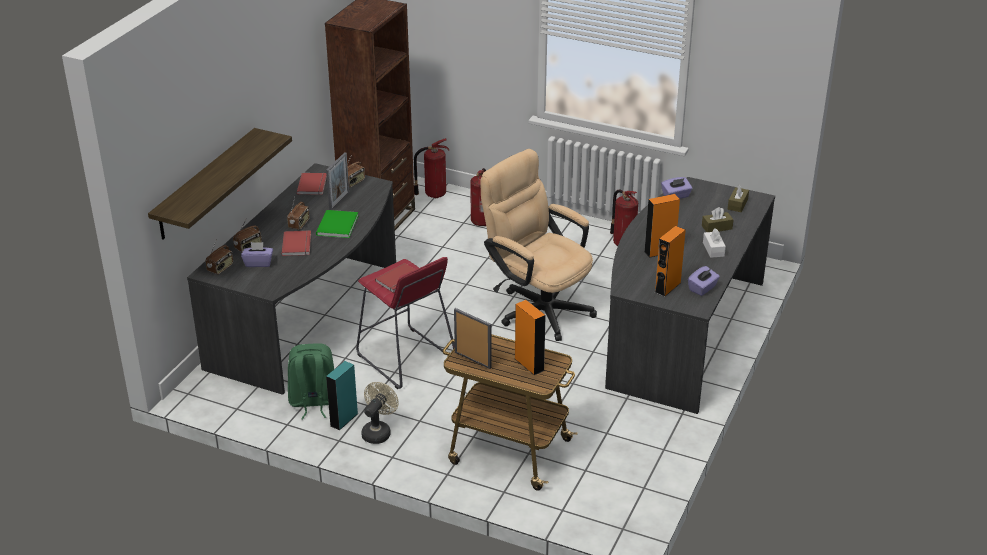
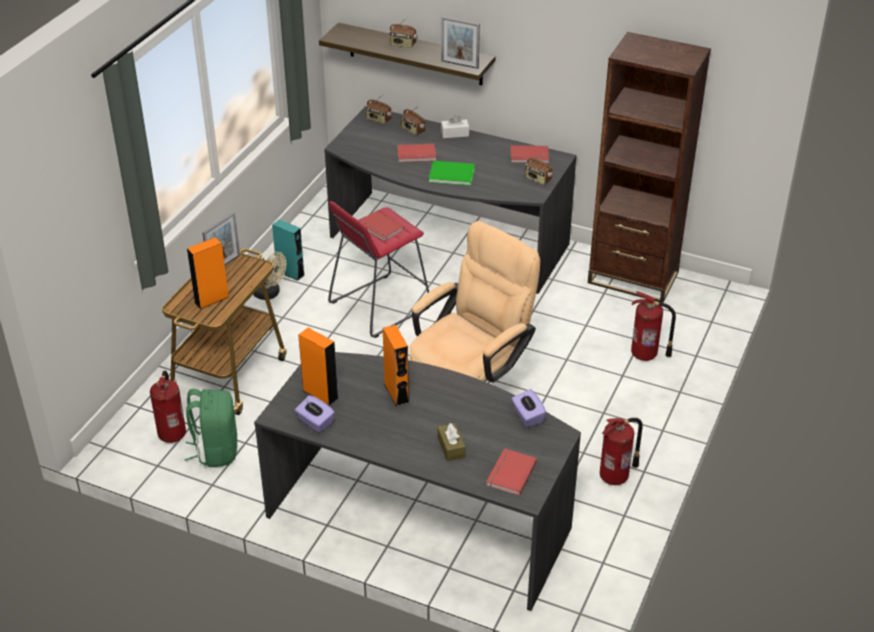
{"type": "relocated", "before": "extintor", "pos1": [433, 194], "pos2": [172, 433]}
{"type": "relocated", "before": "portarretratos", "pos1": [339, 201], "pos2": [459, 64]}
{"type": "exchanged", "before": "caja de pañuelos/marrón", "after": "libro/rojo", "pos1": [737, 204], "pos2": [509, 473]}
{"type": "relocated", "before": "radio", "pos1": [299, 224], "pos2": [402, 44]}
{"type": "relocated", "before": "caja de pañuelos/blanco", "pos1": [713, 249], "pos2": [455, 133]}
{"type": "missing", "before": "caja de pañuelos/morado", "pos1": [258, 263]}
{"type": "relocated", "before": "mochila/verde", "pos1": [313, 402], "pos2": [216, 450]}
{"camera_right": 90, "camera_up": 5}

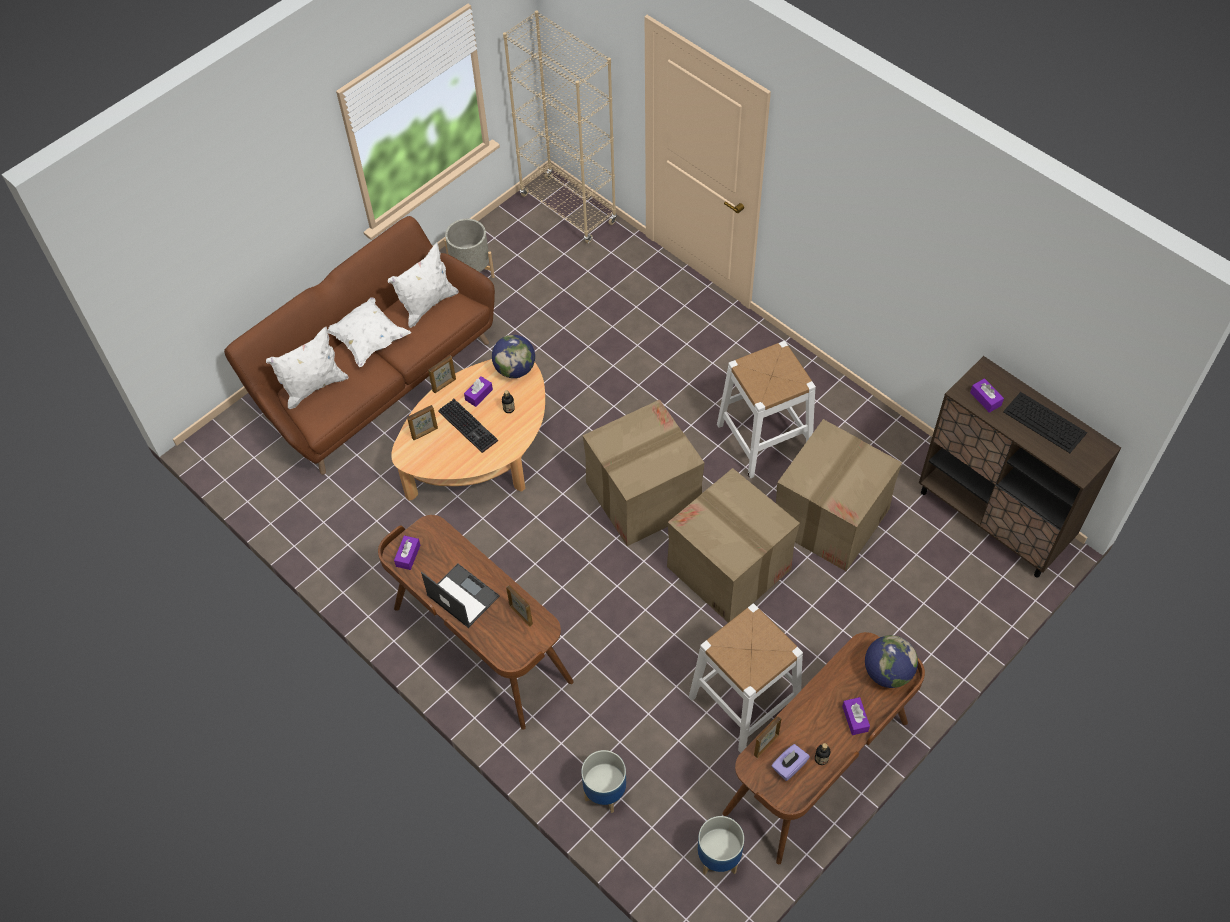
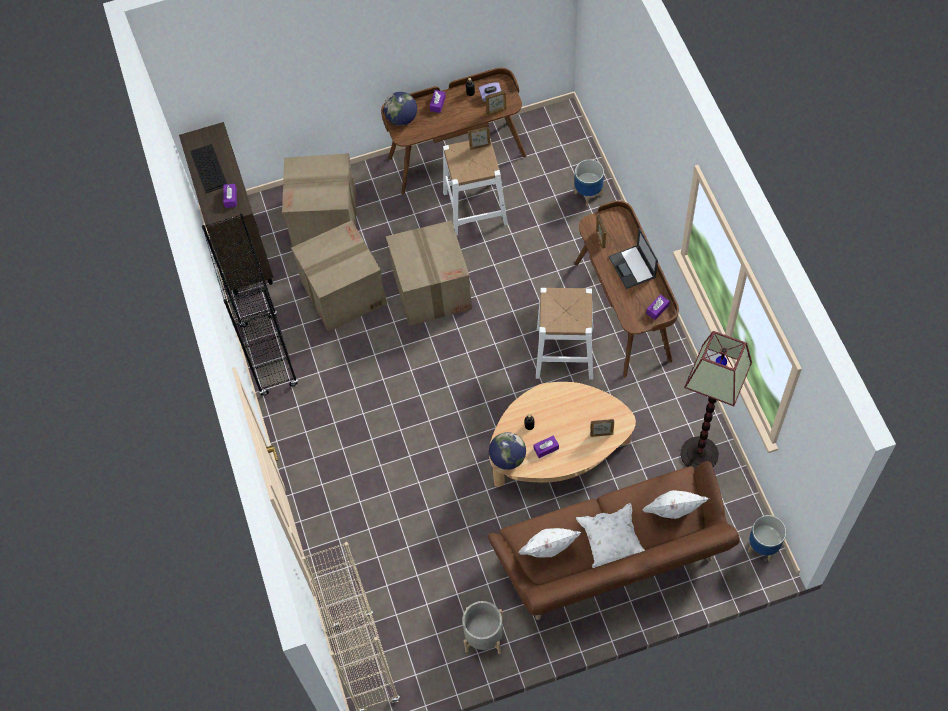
{"type": "relocated", "before": "taburete/blanco", "pos1": [764, 438], "pos2": [564, 353]}
{"type": "relocated", "before": "portarretratos", "pos1": [444, 385], "pos2": [480, 146]}
{"type": "missing", "before": "teclado", "pos1": [470, 426]}
{"type": "relocated", "before": "caja de cartón", "pos1": [642, 496], "pos2": [325, 219]}
{"type": "relocated", "before": "maceta", "pos1": [718, 857], "pos2": [762, 547]}
{"type": "appeared", "after": "estantería/negro", "pos2": [268, 355]}
{"type": "appeared", "after": "lámpara de pie", "pos2": [699, 454]}
{"camera_right": -150, "camera_up": 5}

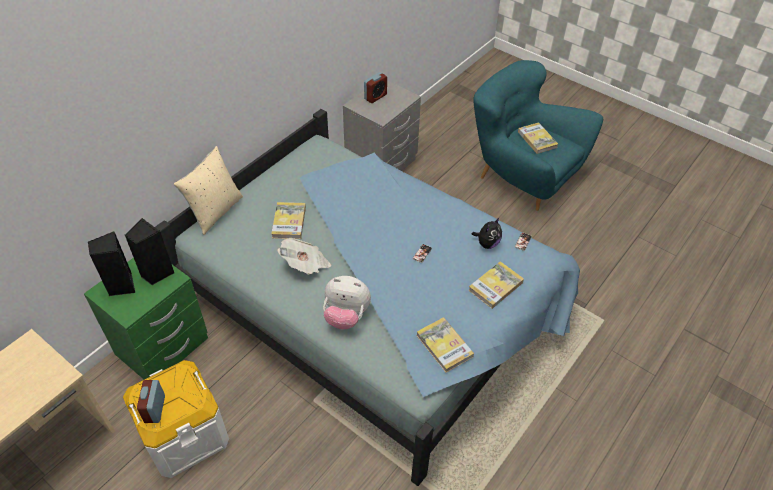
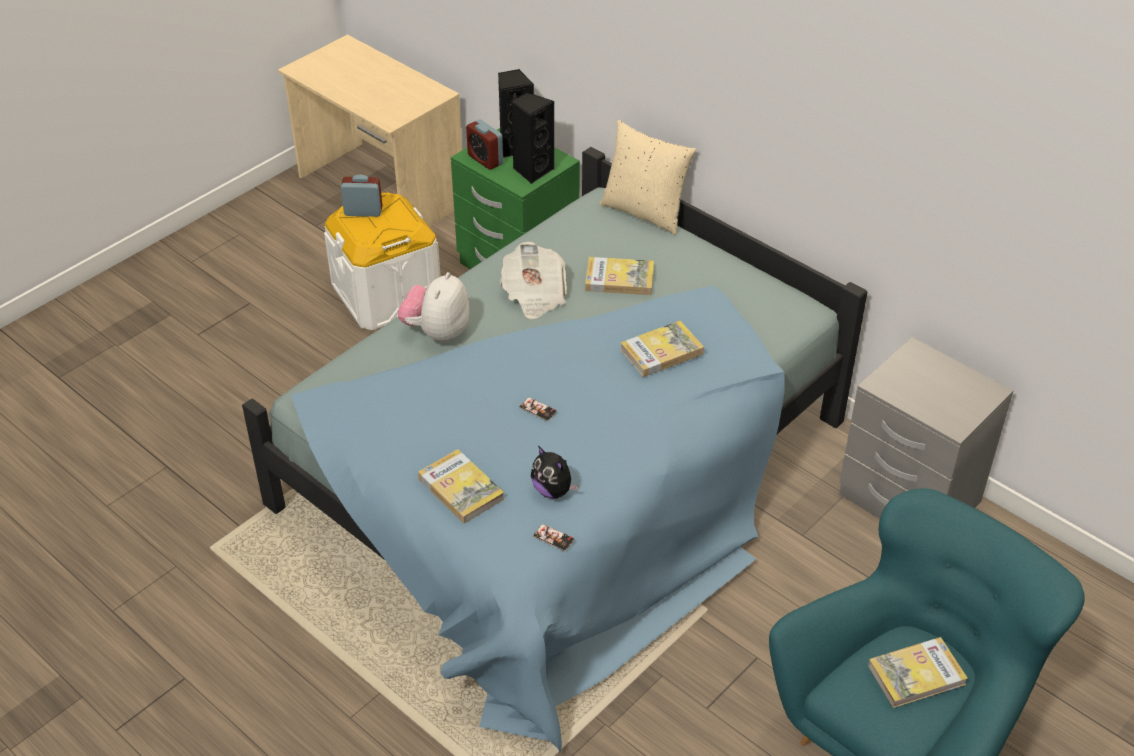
{"type": "relocated", "before": "despertador", "pos1": [375, 97], "pos2": [485, 159]}
{"type": "relocated", "before": "libro", "pos1": [444, 346], "pos2": [661, 351]}
{"camera_right": 95, "camera_up": -5}

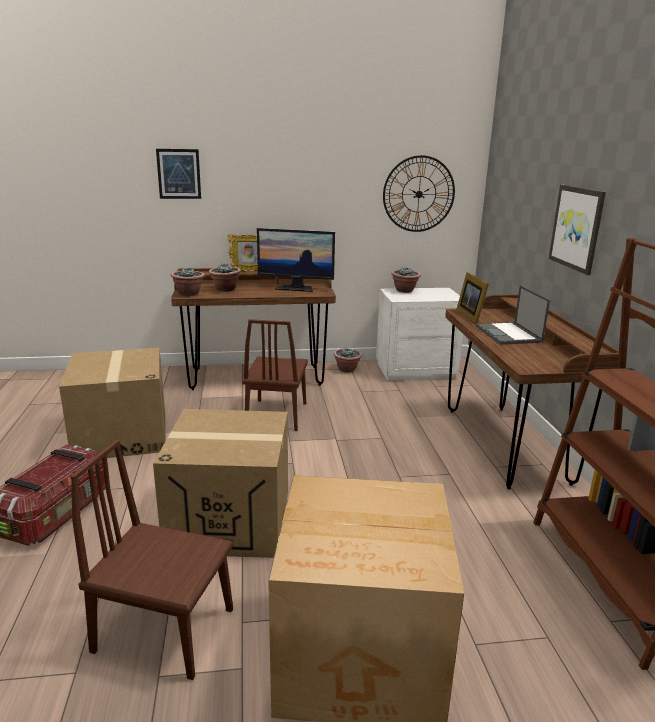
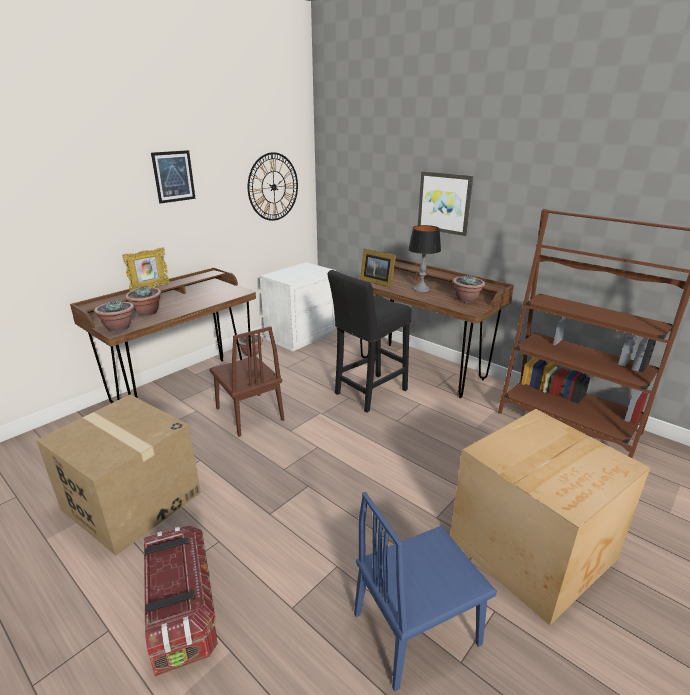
{"type": "relocated", "before": "cuadro", "pos1": [179, 174], "pos2": [173, 176]}
{"type": "missing", "before": "monitor", "pos1": [296, 288]}
{"type": "relocated", "before": "planta en maceta", "pos1": [404, 290], "pos2": [466, 299]}
{"type": "exchanged", "before": "portátil", "after": "lámpara de mesa", "pos1": [509, 334], "pos2": [421, 289]}
{"type": "missing", "before": "caja de cartón", "pos1": [230, 520]}
{"type": "colour", "before": "silla/marrón", "after": "silla/azul", "pos1": [164, 630], "pos2": [416, 628]}
{"type": "appeared", "after": "taburete/negro", "pos2": [368, 393]}
{"camera_right": -40, "camera_up": 5}

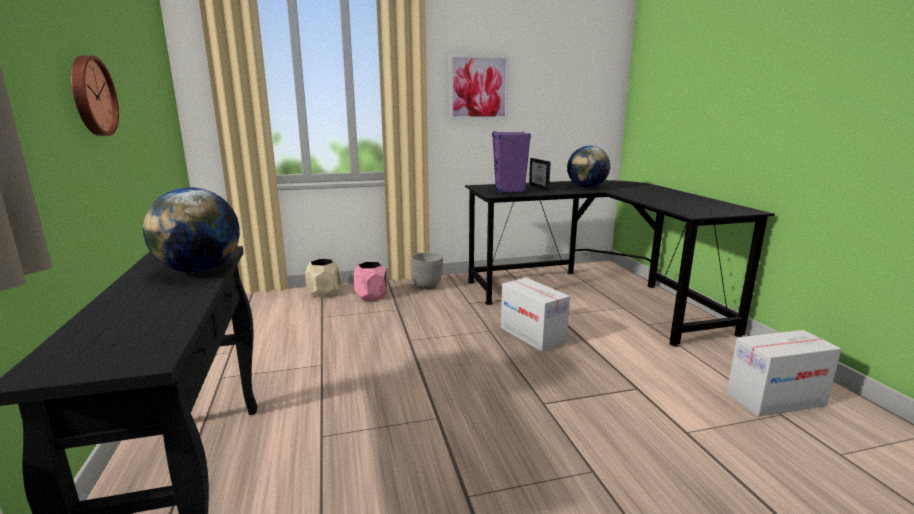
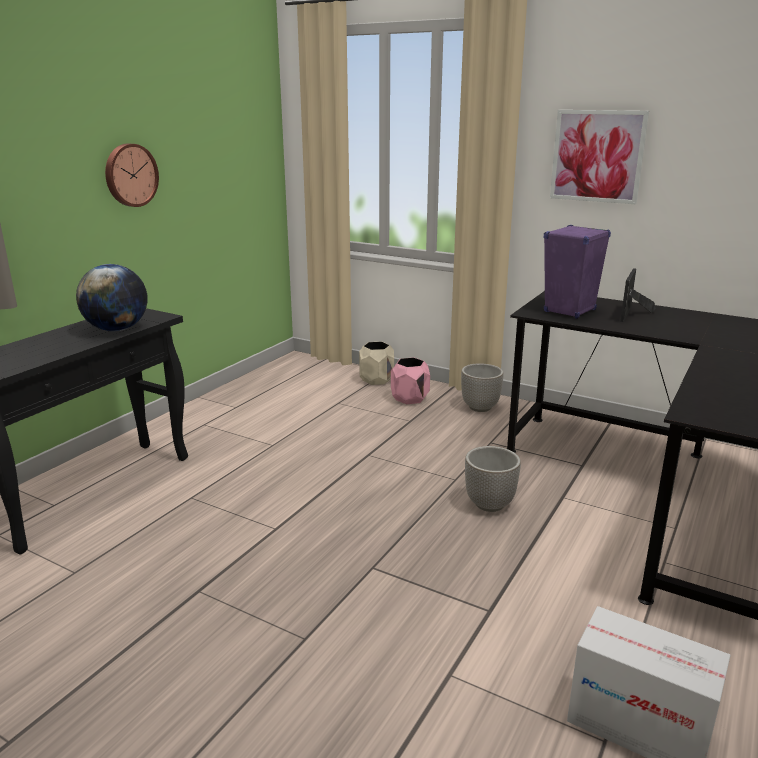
{"type": "missing", "before": "globo terráqueo", "pos1": [587, 187]}
{"type": "exchanged", "before": "caja de cartón", "after": "maceta", "pos1": [532, 335], "pos2": [490, 504]}
{"camera_right": 45, "camera_up": 5}

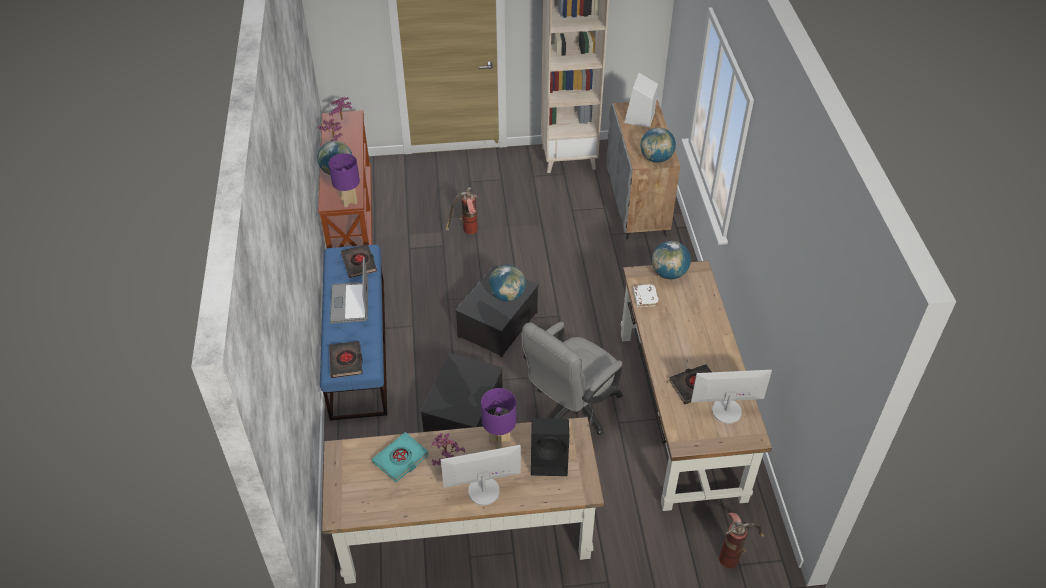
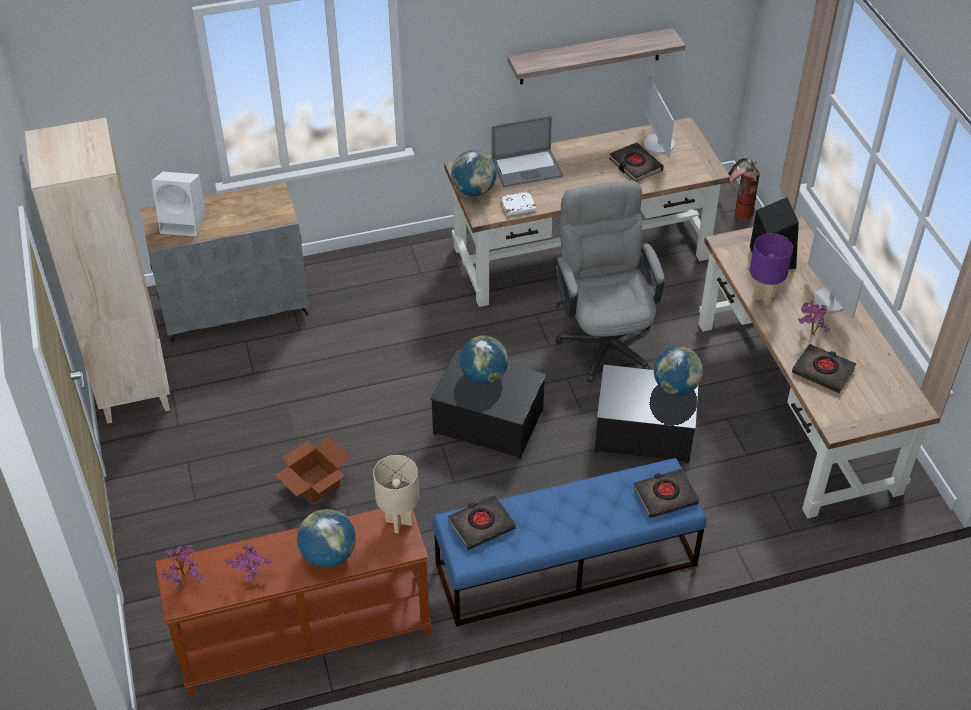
{"type": "relocated", "before": "globo terráqueo", "pos1": [656, 158], "pos2": [676, 387]}
{"type": "colour", "before": "lámpara de mesa/morado", "after": "lámpara de mesa/beis", "pos1": [349, 201], "pos2": [399, 521]}
{"type": "exchanged", "before": "extintor", "after": "caja de cartón", "pos1": [466, 232], "pos2": [314, 484]}
{"type": "relocated", "before": "portátil", "pos1": [350, 303], "pos2": [527, 169]}
{"type": "spun", "before": "silla de oficina/gris", "pos1": [571, 409], "pos2": [604, 338], "turn": -135}
{"type": "colour", "before": "libro/turquesa", "after": "libro/negro", "pos1": [401, 459], "pos2": [823, 371]}
{"type": "appeared", "after": "estante", "pos2": [590, 56]}
{"camera_right": -100, "camera_up": 0}

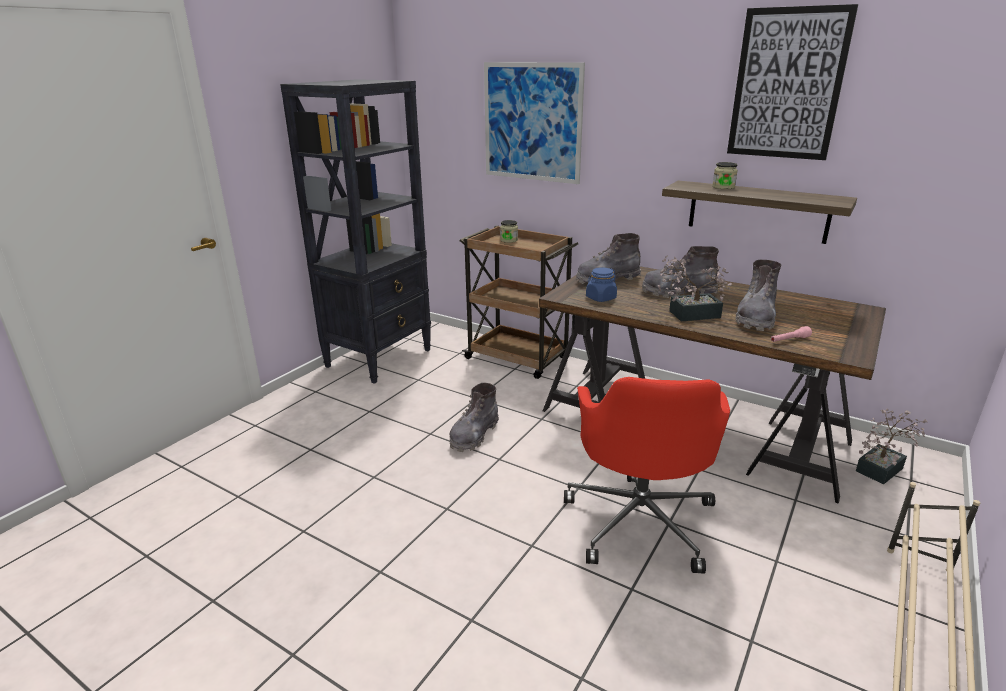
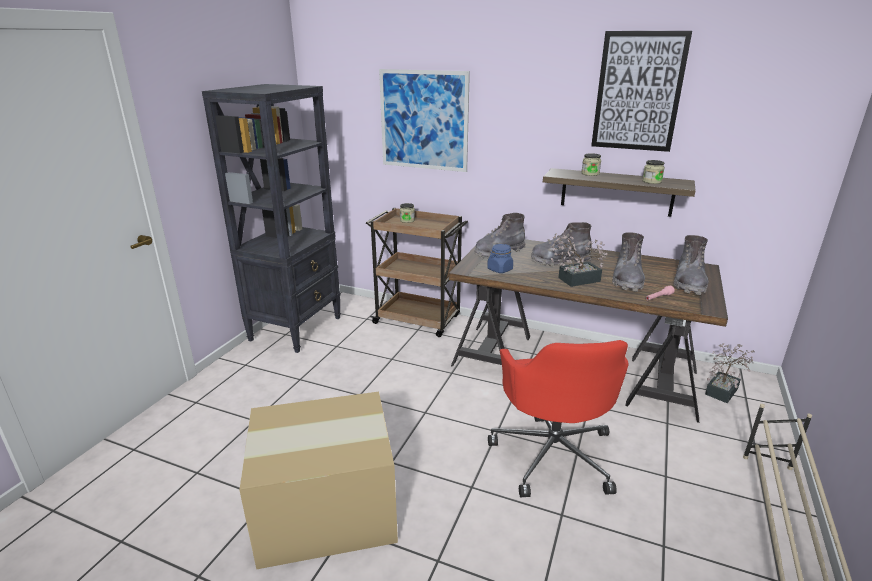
{"type": "relocated", "before": "bota/gris", "pos1": [474, 435], "pos2": [688, 283]}
{"type": "appeared", "after": "tarro", "pos2": [651, 181]}
{"type": "appeared", "after": "caja de cartón", "pos2": [328, 509]}
{"camera_right": -10, "camera_up": 0}

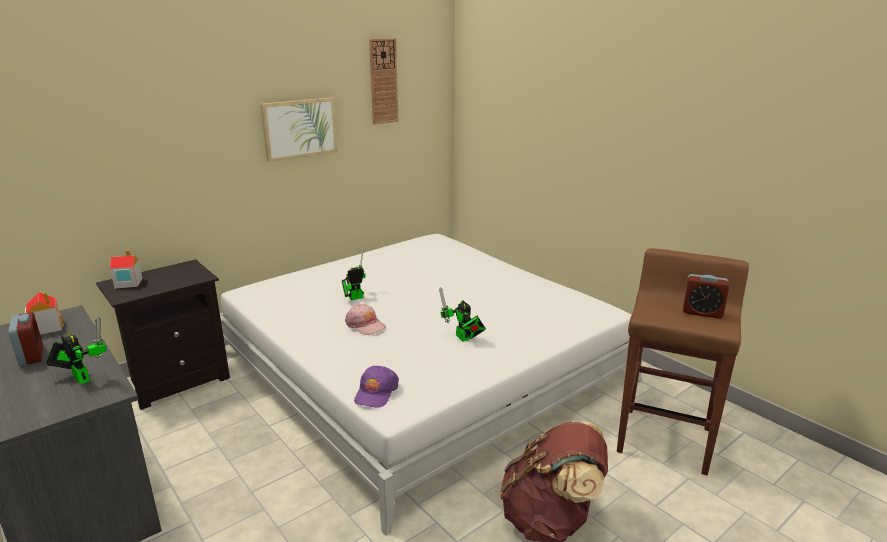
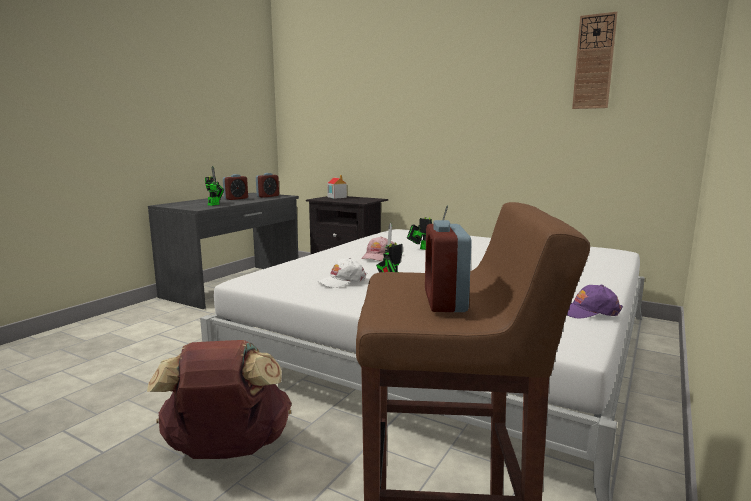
{"type": "missing", "before": "cuadro", "pos1": [299, 128]}
{"type": "exchanged", "before": "casita", "after": "despertador", "pos1": [47, 327], "pos2": [268, 196]}
{"type": "relocated", "before": "gorra/morado", "pos1": [376, 392], "pos2": [588, 311]}
{"type": "appeared", "after": "gorra/blanco", "pos2": [342, 281]}
{"camera_right": 70, "camera_up": -10}

